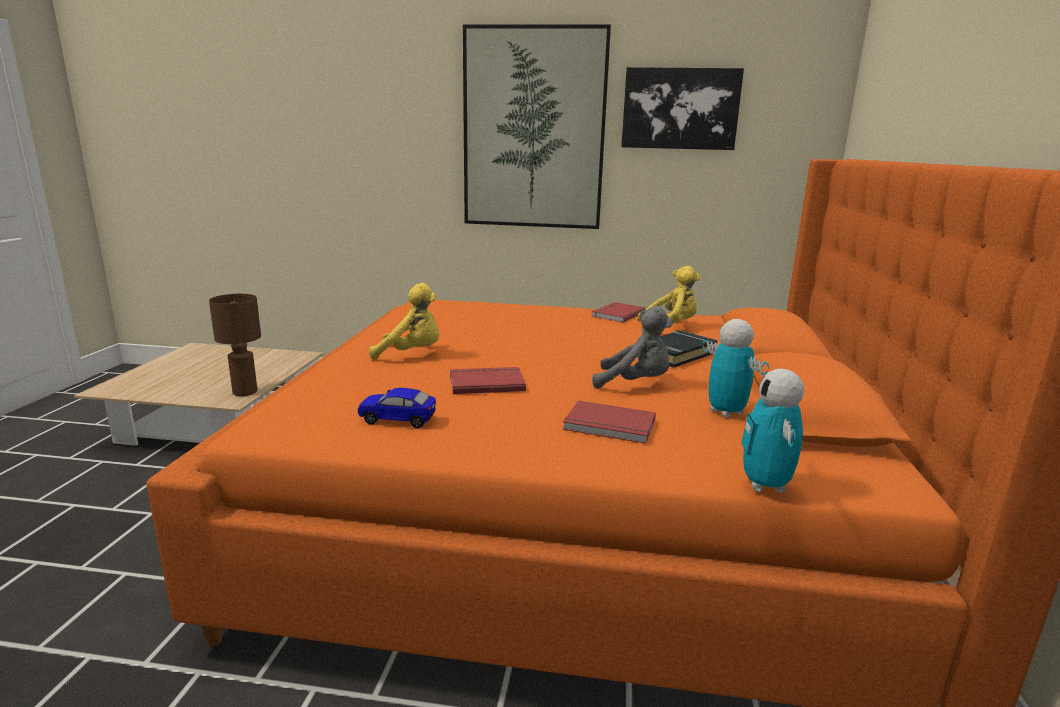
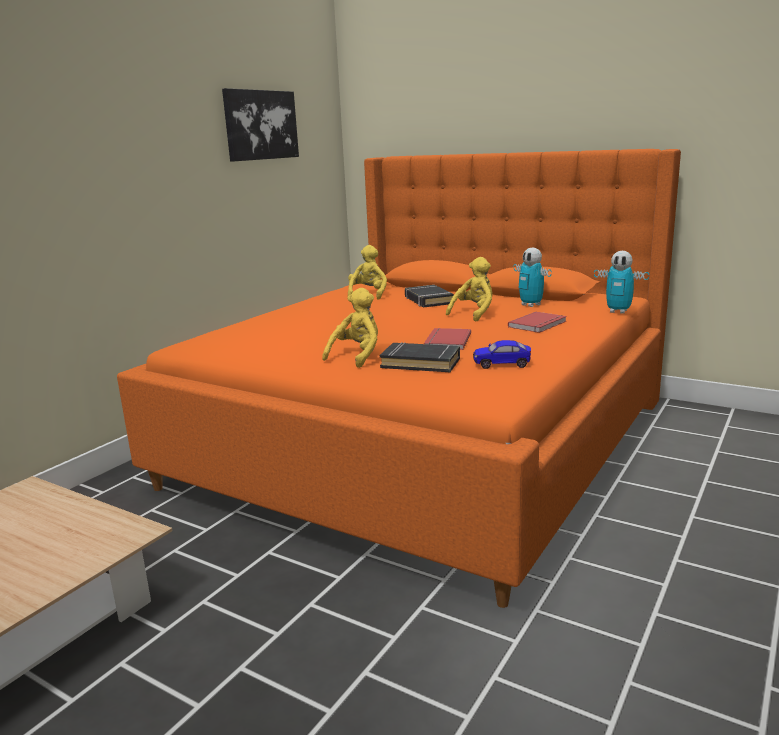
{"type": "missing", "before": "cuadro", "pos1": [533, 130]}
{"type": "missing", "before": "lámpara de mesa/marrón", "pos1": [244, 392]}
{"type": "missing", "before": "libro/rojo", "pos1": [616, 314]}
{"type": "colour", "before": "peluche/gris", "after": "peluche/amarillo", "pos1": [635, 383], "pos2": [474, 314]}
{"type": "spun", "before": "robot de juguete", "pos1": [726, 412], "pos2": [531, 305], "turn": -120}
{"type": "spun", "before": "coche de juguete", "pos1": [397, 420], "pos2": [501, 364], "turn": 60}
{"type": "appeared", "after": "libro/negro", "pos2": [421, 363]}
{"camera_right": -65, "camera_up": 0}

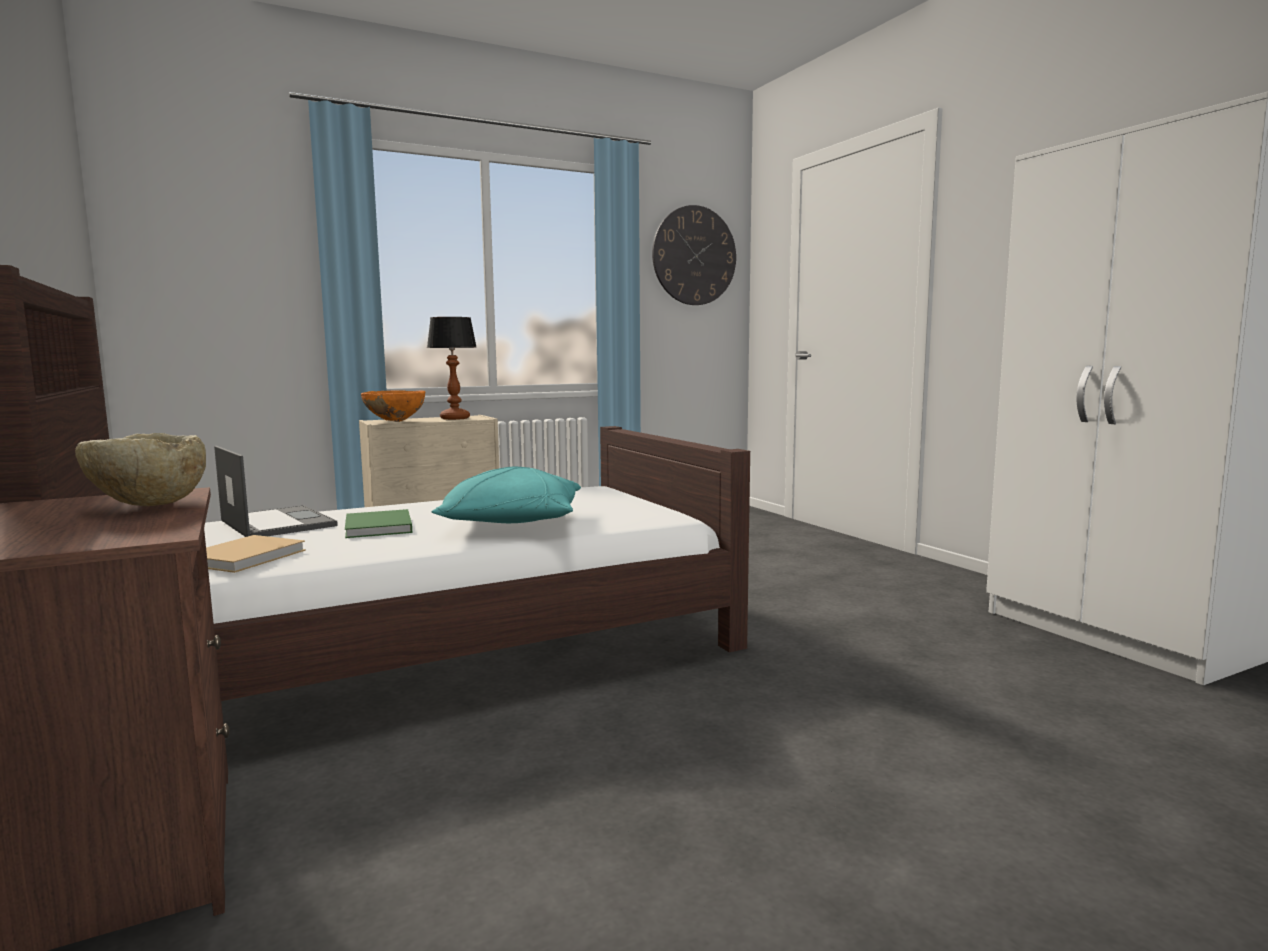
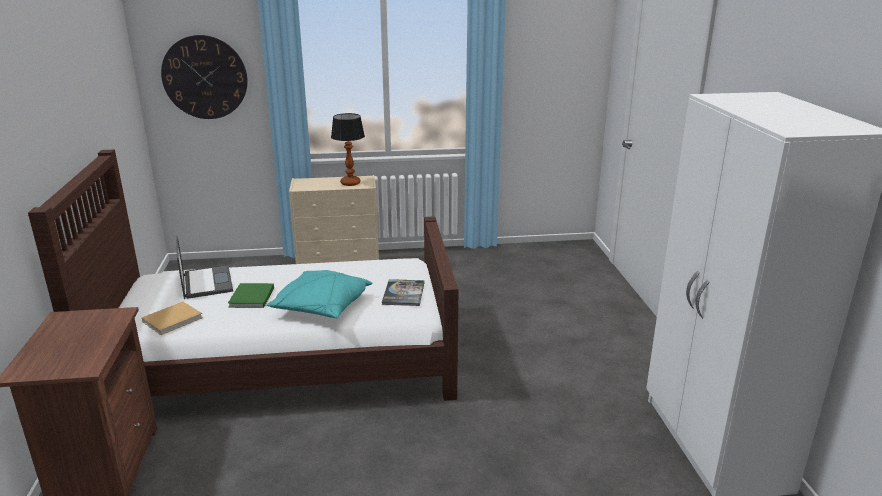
{"type": "relocated", "before": "reloj de pared", "pos1": [694, 256], "pos2": [205, 77]}
{"type": "missing", "before": "cuenco/naranja", "pos1": [395, 421]}
{"type": "missing", "before": "cuenco/beis", "pos1": [149, 505]}
{"type": "appeared", "after": "libro", "pos2": [403, 293]}
{"camera_right": 20, "camera_up": 15}

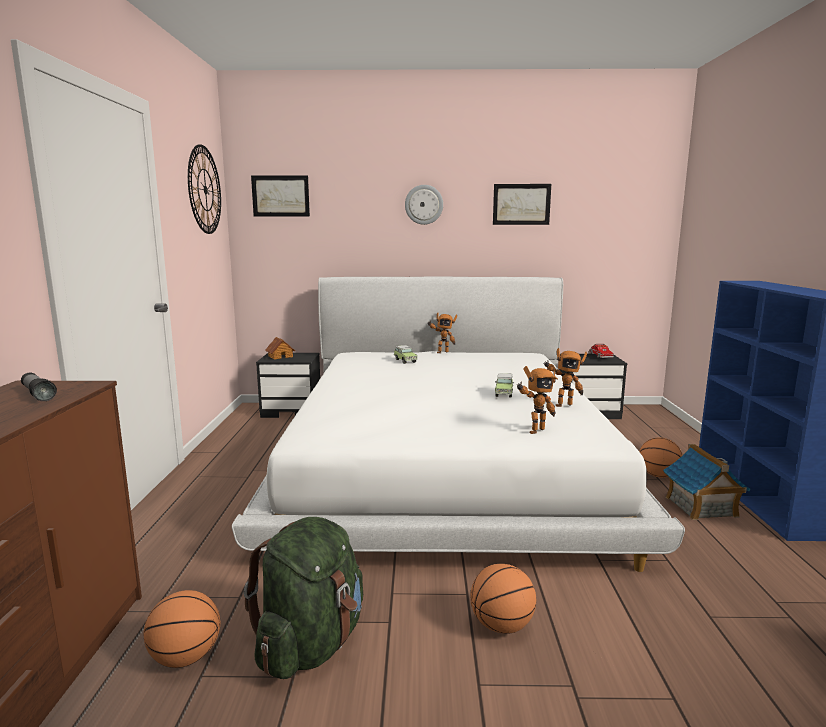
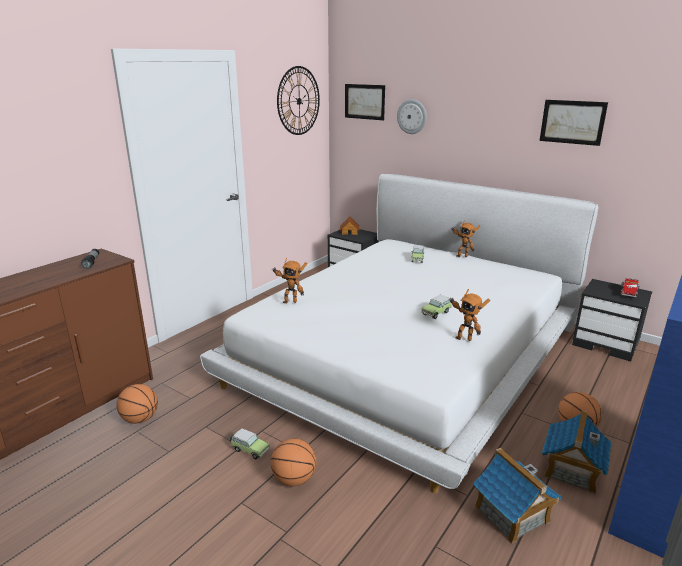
{"type": "relocated", "before": "reloj de pared", "pos1": [424, 204], "pos2": [412, 116]}
{"type": "relocated", "before": "robot de juguete", "pos1": [534, 430], "pos2": [290, 301]}
{"type": "missing", "before": "mochila/verde", "pos1": [311, 644]}
{"type": "appeared", "after": "coche de juguete", "pos2": [249, 450]}
{"type": "appeared", "after": "casita", "pos2": [512, 515]}
{"camera_right": 35, "camera_up": 10}

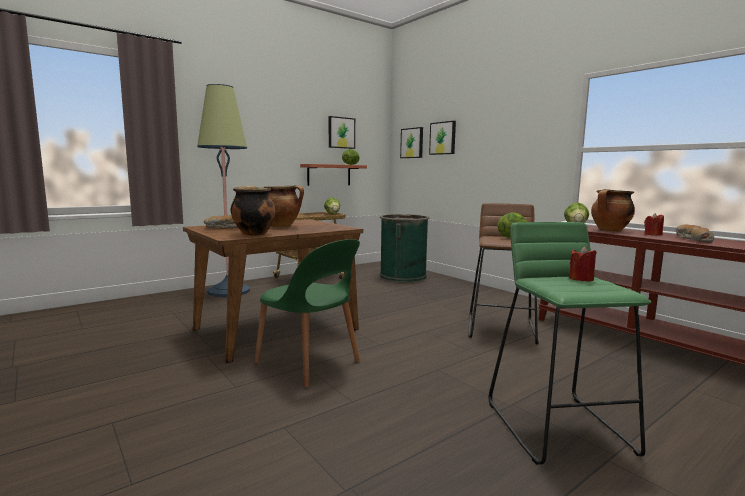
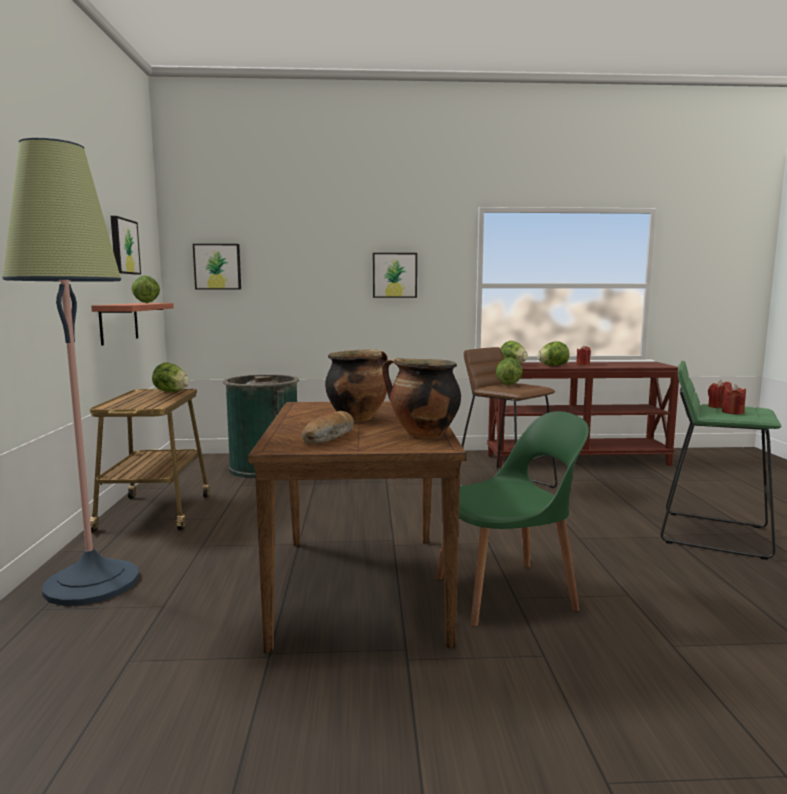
{"type": "relocated", "before": "cuadro", "pos1": [443, 138], "pos2": [394, 275]}
{"type": "exchanged", "before": "olla", "after": "lechuga", "pos1": [610, 231], "pos2": [552, 365]}
{"type": "missing", "before": "pan", "pos1": [691, 239]}
{"type": "appeared", "after": "vela/rojo", "pos2": [732, 412]}
{"camera_right": -55, "camera_up": 0}

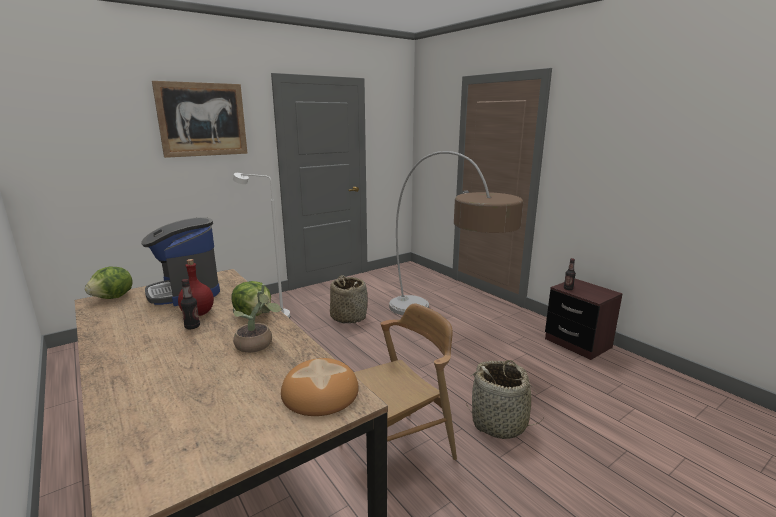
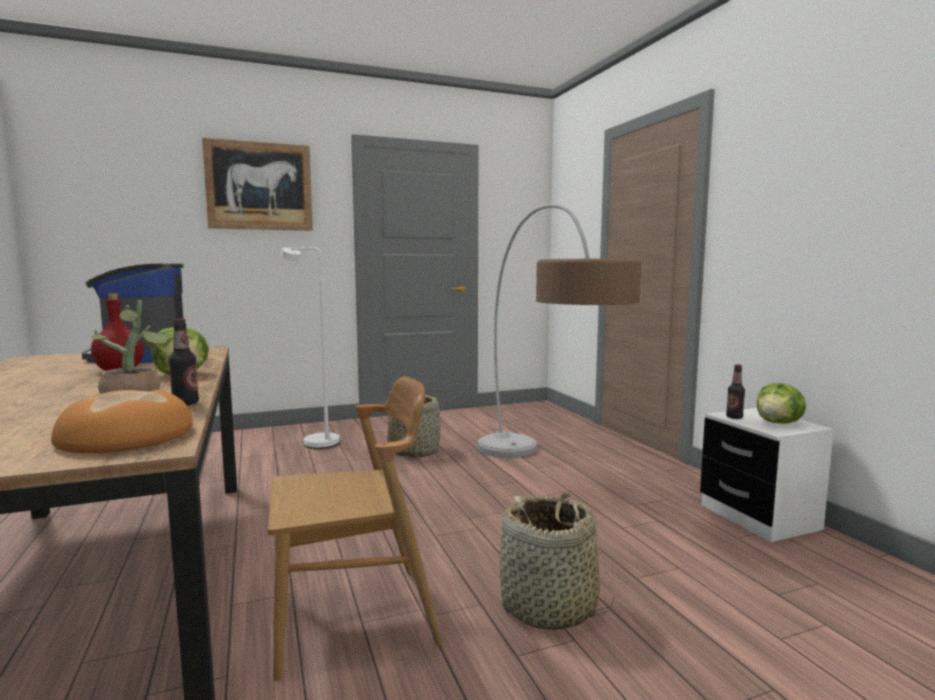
{"type": "relocated", "before": "lechuga", "pos1": [114, 298], "pos2": [778, 423]}
{"type": "relocated", "before": "botella", "pos1": [192, 326], "pos2": [185, 403]}
{"type": "colour", "before": "mesita de noche/marrón", "after": "mesita de noche/blanco", "pos1": [577, 343], "pos2": [758, 517]}
{"camera_right": 15, "camera_up": -10}

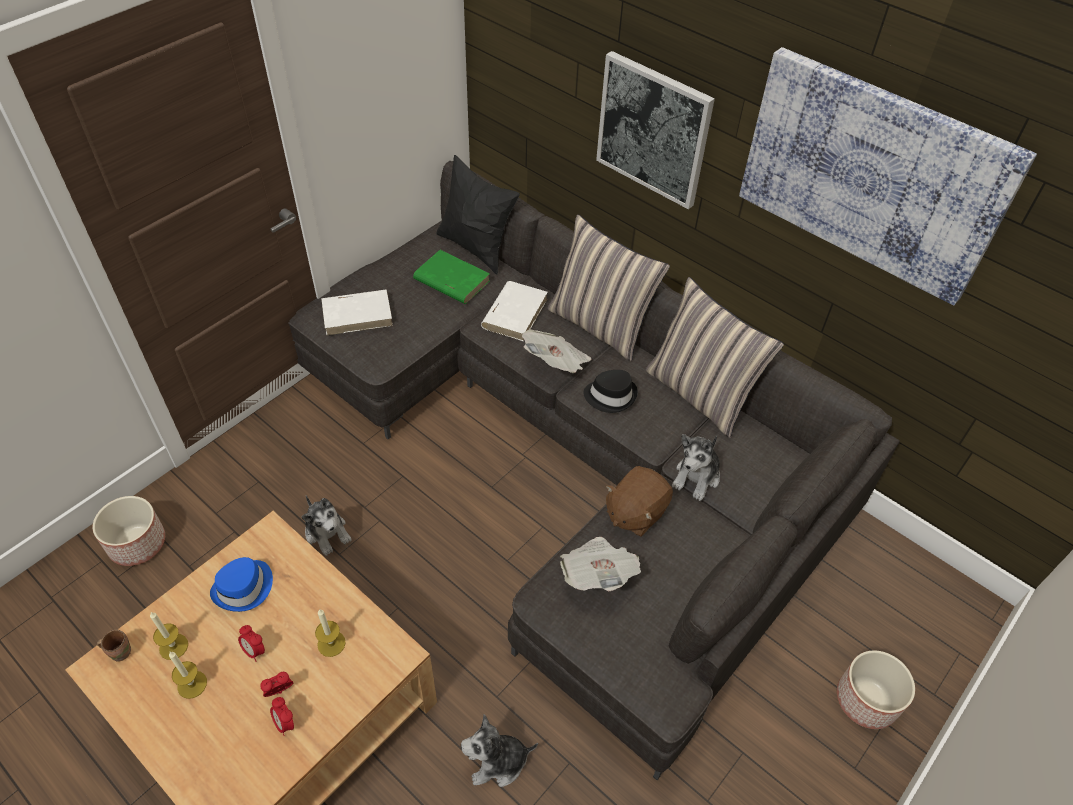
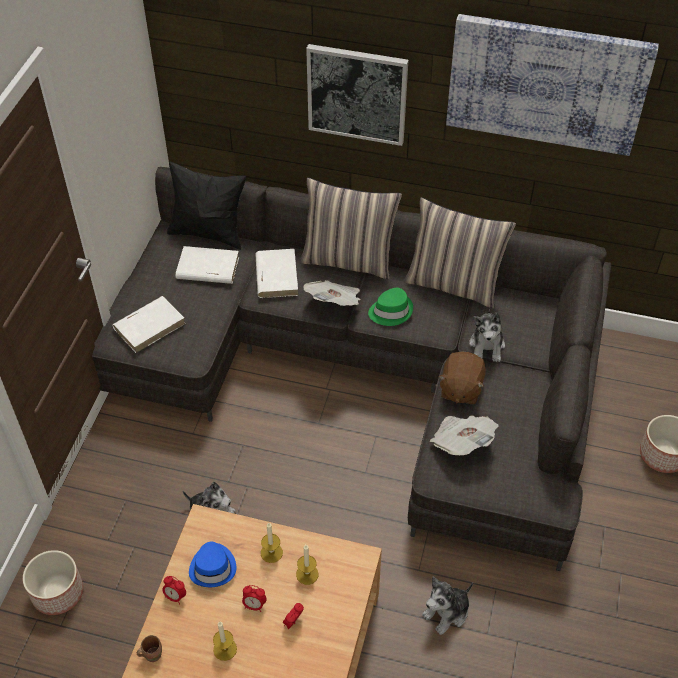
{"type": "colour", "before": "libro/verde", "after": "libro/blanco", "pos1": [451, 280], "pos2": [207, 268]}
{"type": "colour", "before": "sombrero/negro", "after": "sombrero/verde", "pos1": [610, 395], "pos2": [390, 311]}
{"type": "relocated", "before": "vela", "pos1": [173, 646], "pos2": [271, 552]}
{"type": "relocated", "before": "despertador", "pos1": [285, 723], "pos2": [175, 596]}
{"camera_right": -25, "camera_up": 0}

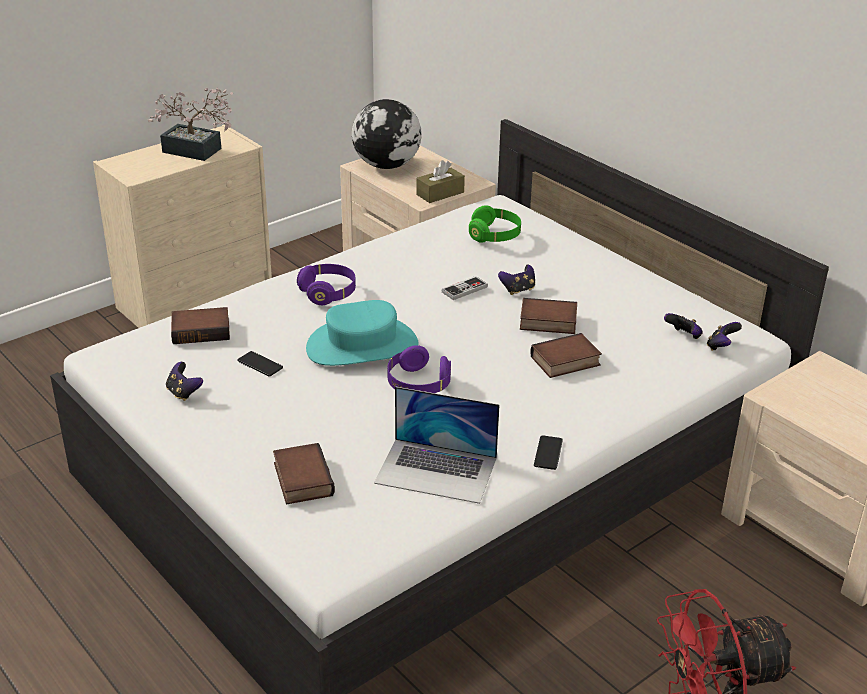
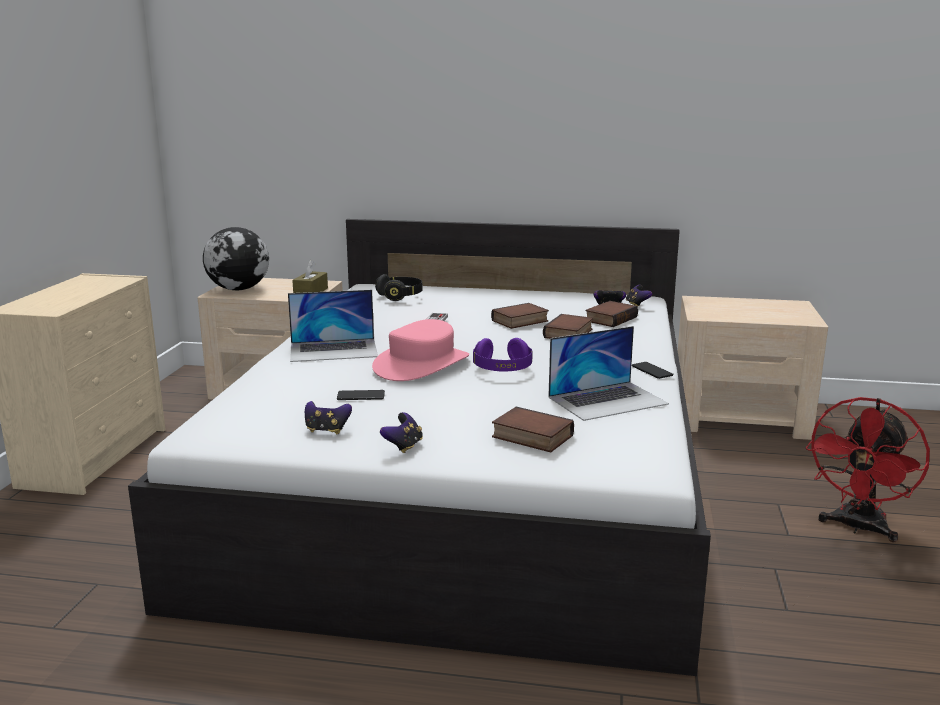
{"type": "missing", "before": "planta en maceta", "pos1": [197, 152]}
{"type": "colour", "before": "auriculares/verde", "after": "auriculares/negro", "pos1": [494, 235], "pos2": [400, 296]}
{"type": "exchanged", "before": "auriculares/morado", "after": "portátil", "pos1": [328, 293], "pos2": [334, 350]}
{"type": "relocated", "before": "mando de consola", "pos1": [518, 290], "pos2": [403, 446]}
{"type": "colour", "before": "sombrero/turquesa", "after": "sombrero/rosa", "pos1": [362, 346], "pos2": [422, 364]}
{"type": "relocated", "before": "libro", "pos1": [202, 330], "pos2": [610, 318]}
{"camera_right": -40, "camera_up": -15}

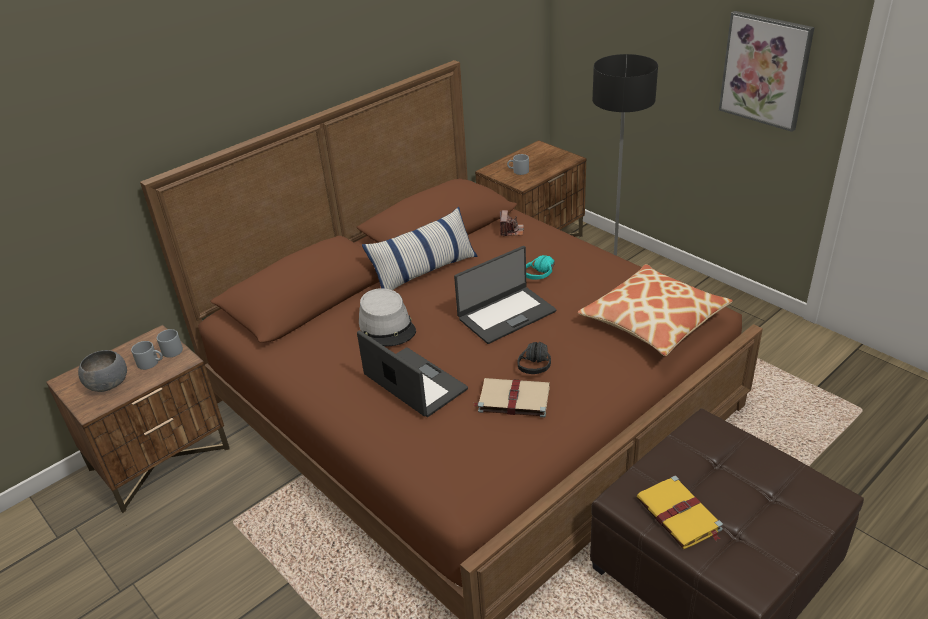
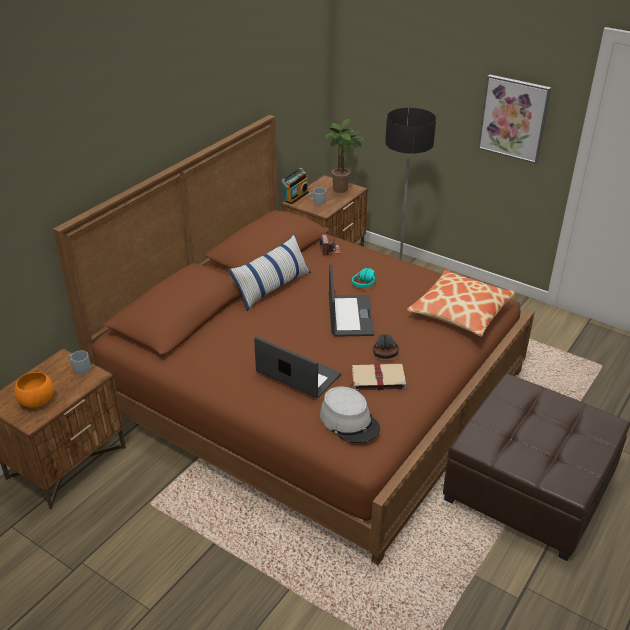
{"type": "spun", "before": "portátil", "pos1": [506, 314], "pos2": [349, 316], "turn": -45}
{"type": "relocated", "before": "sombrero/gris", "pos1": [387, 326], "pos2": [349, 421]}
{"type": "missing", "before": "taza grande/gris", "pos1": [151, 363]}
{"type": "colour", "before": "cuenco/gris", "after": "cuenco/naranja", "pos1": [109, 384], "pos2": [38, 400]}
{"type": "missing", "before": "libro/amarillo", "pos1": [679, 515]}
{"type": "appeared", "after": "planta en maceta", "pos2": [342, 190]}
{"type": "appeared", "after": "radio", "pos2": [295, 196]}
{"camera_right": -15, "camera_up": 0}

